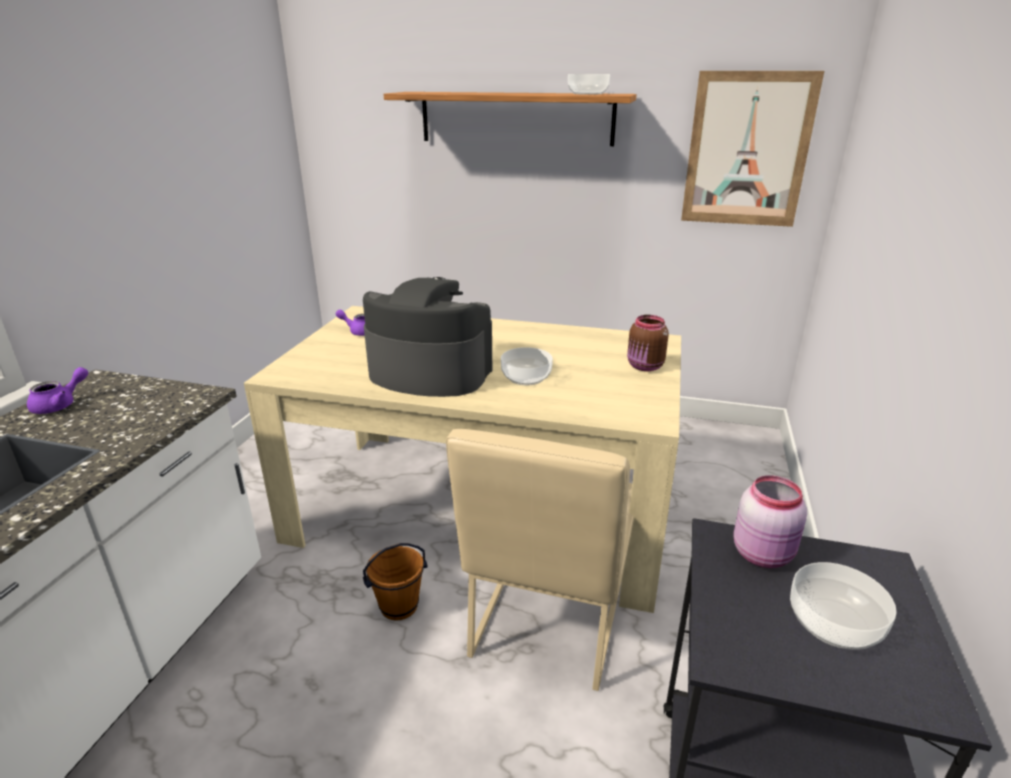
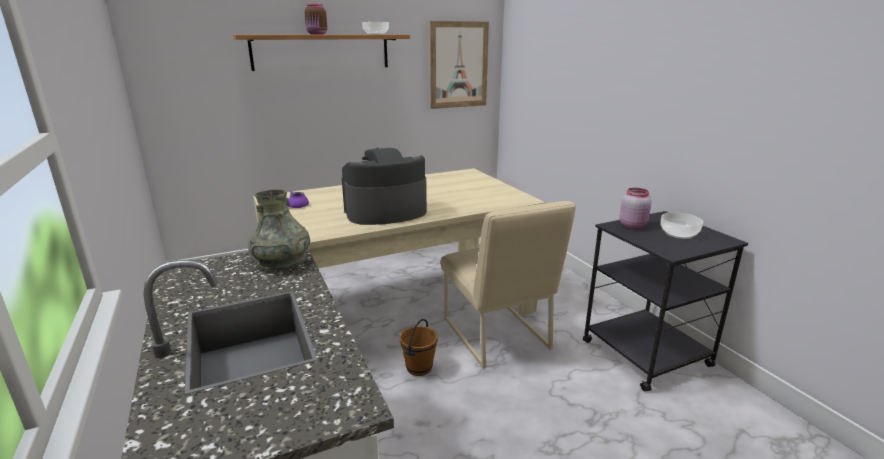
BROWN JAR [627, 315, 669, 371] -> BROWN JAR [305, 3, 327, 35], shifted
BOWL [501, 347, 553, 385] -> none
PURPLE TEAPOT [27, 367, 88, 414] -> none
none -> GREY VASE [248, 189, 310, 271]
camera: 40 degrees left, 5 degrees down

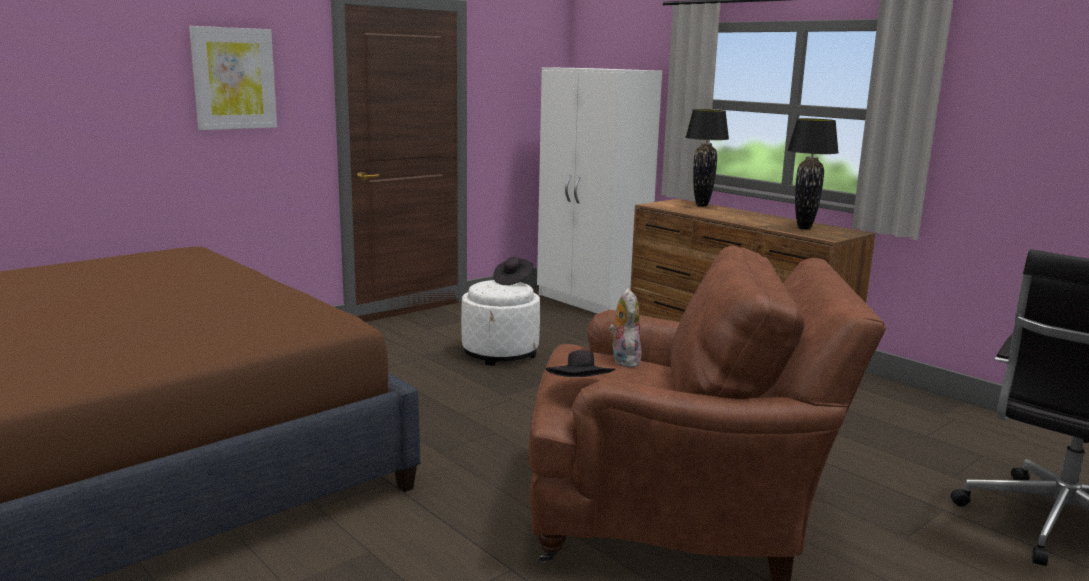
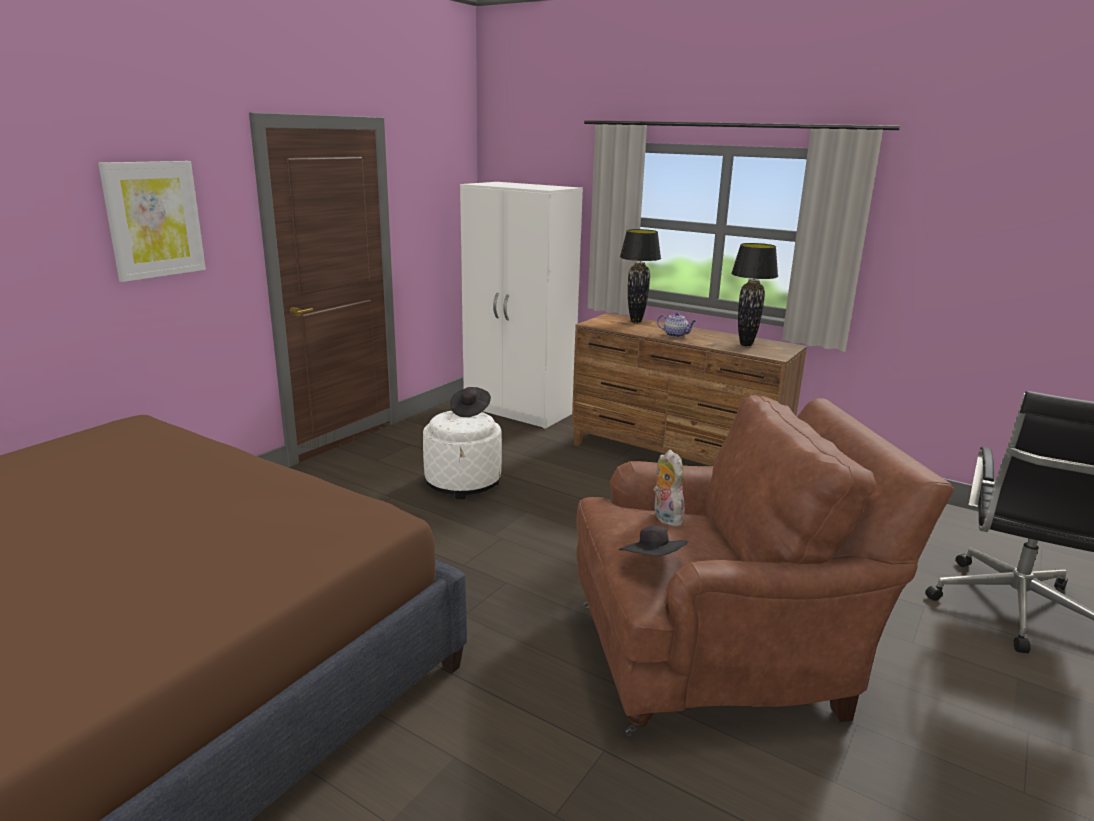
none -> TEAPOT [657, 312, 696, 337]
camera: 15 degrees left, 5 degrees up

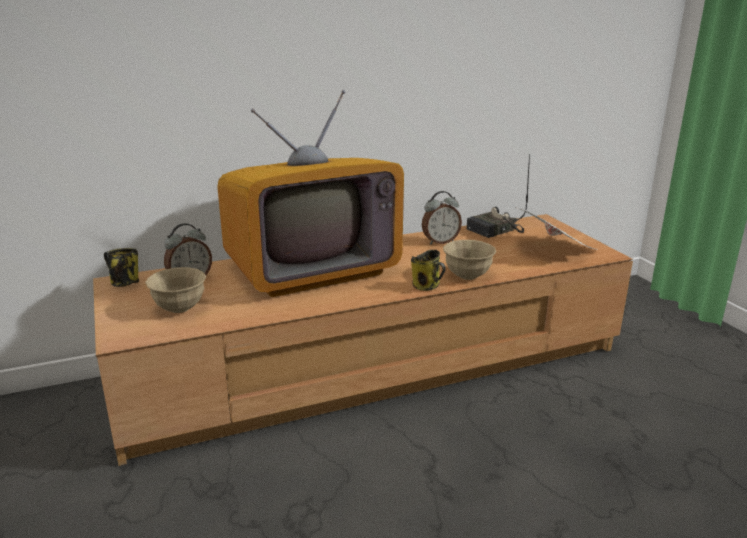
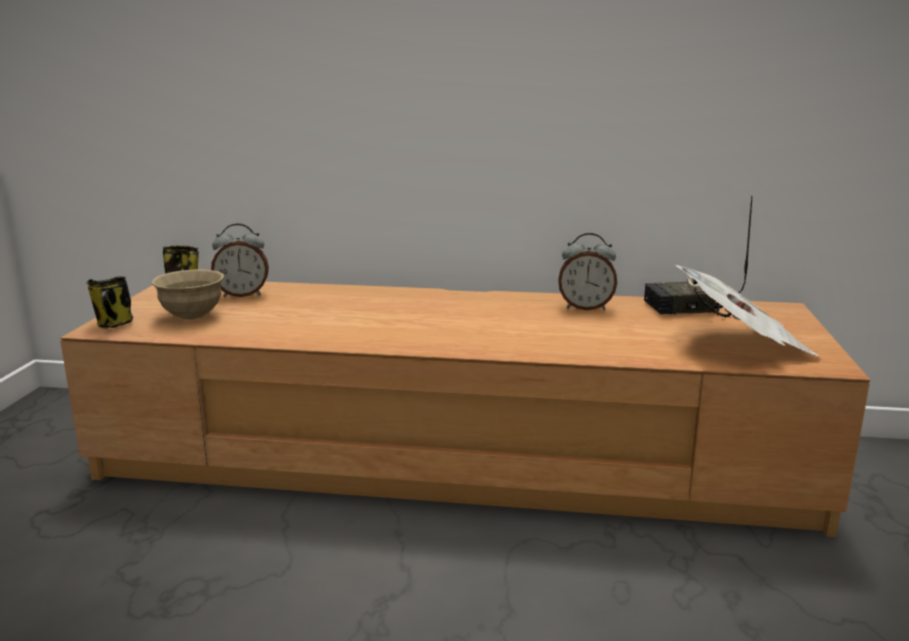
TELEVISION [217, 90, 404, 297] -> none
BEIGE BOWL [443, 240, 496, 280] -> none
MUG [411, 250, 446, 291] -> MUG [86, 276, 133, 328], shifted
camera: 30 degrees right, 5 degrees down

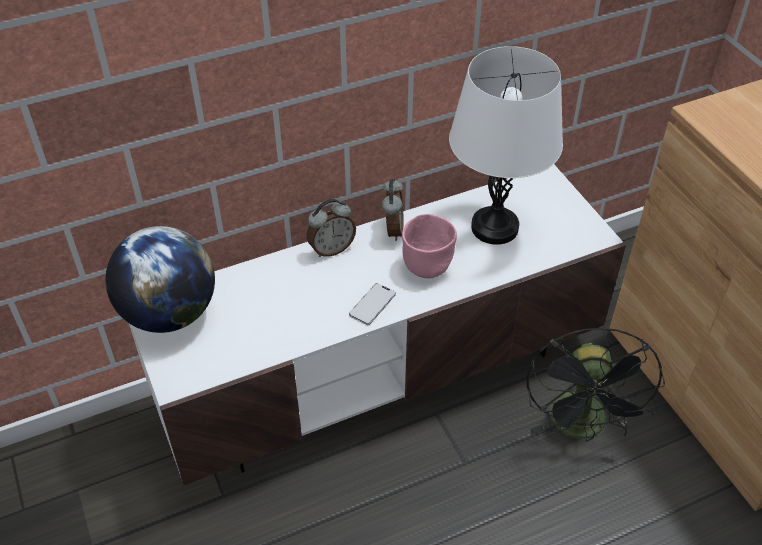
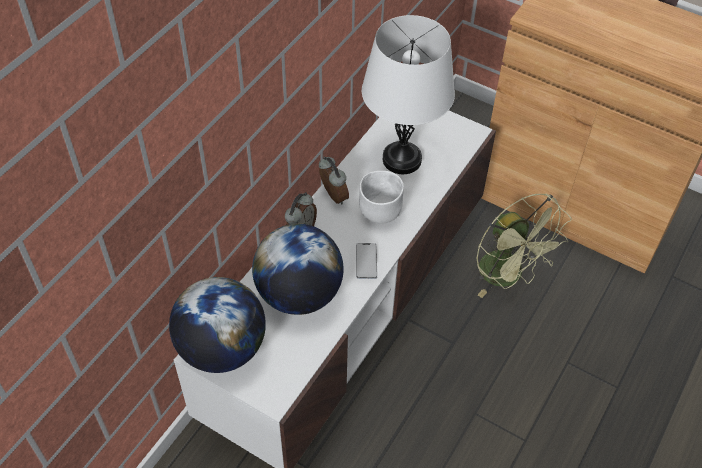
PINK BOWL [402, 214, 457, 278] -> WHITE BOWL [359, 171, 404, 224]
BLACK FAN [526, 327, 665, 442] -> GREEN FAN [477, 193, 572, 298]
none -> GLOBE [252, 224, 344, 315]
camera: 35 degrees left, 5 degrees up

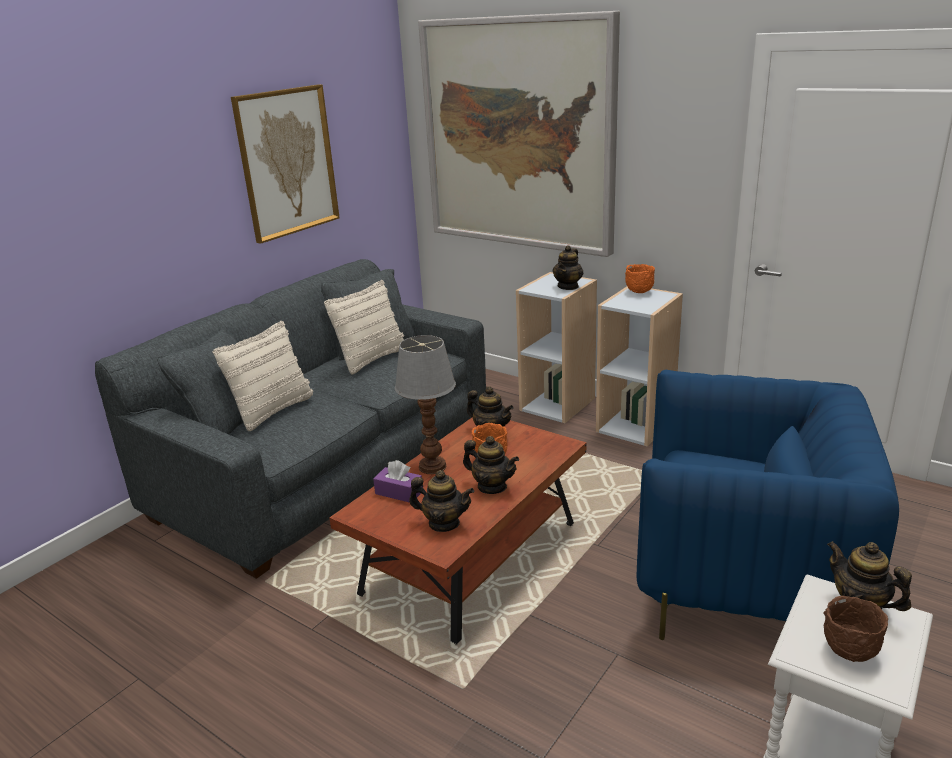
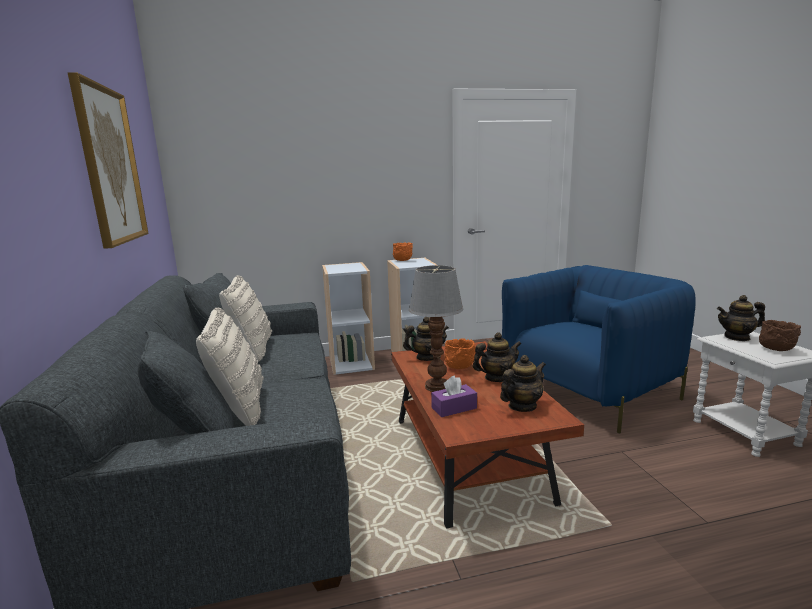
PICTURE [418, 11, 620, 257] -> none
TEAPOT [553, 245, 584, 290] -> none
camera: 50 degrees left, 10 degrees down

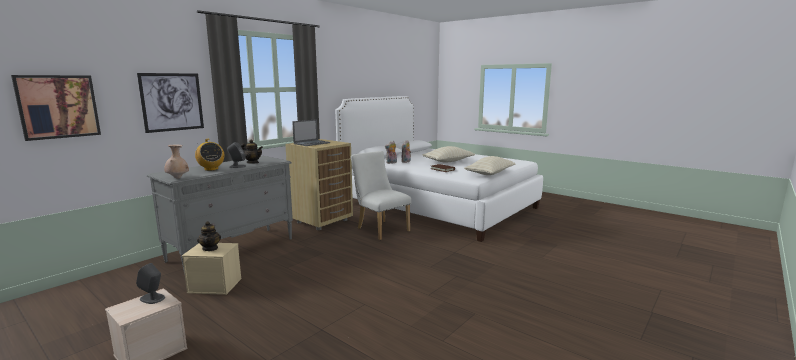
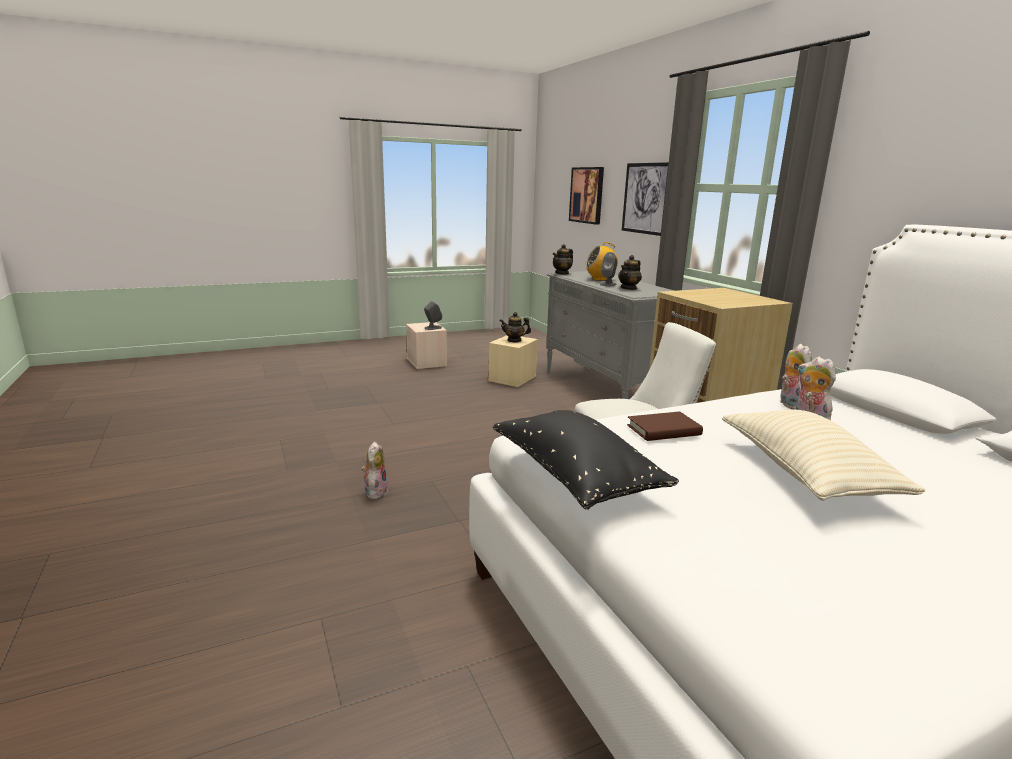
LAPTOP [292, 119, 330, 146] -> none
BEIGE VASE [164, 144, 189, 179] -> TEAPOT [553, 244, 573, 275]
BEIGE PILLOW [464, 156, 516, 175] -> BLACK PILLOW [493, 410, 679, 510]
none -> PLUSH TOY [362, 442, 388, 499]
camera: 115 degrees right, 5 degrees up

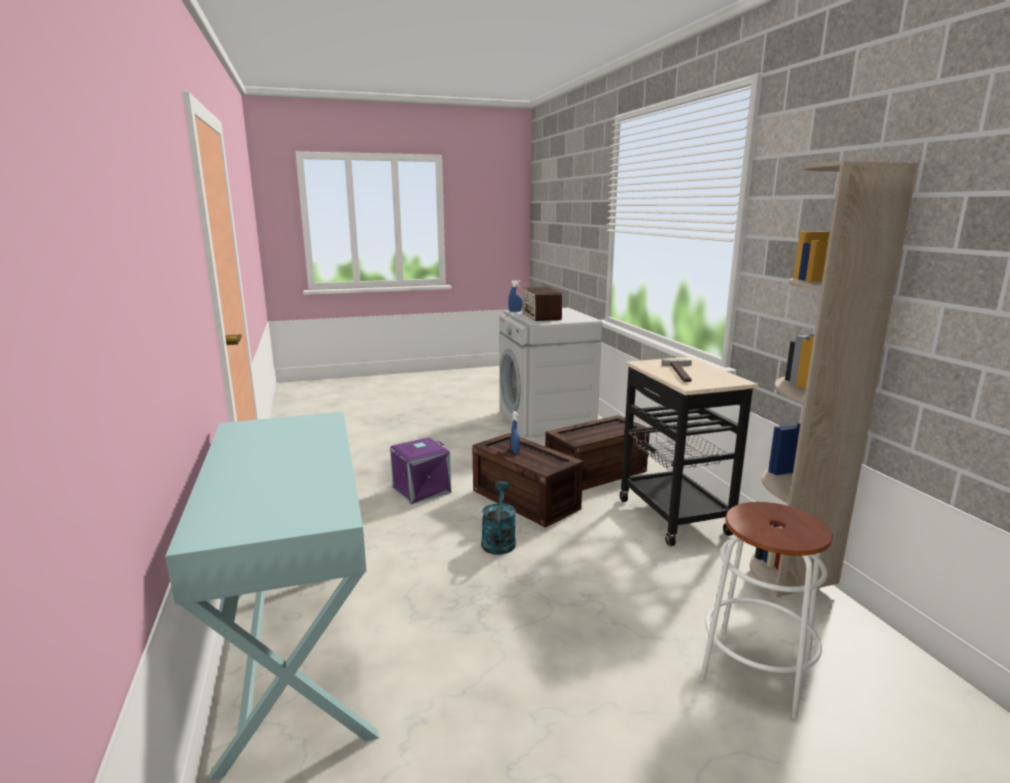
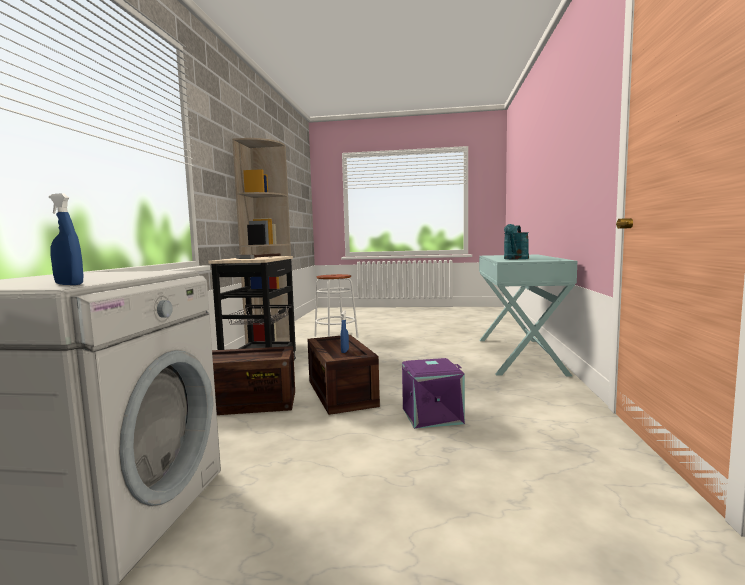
RADIO [522, 287, 562, 321] -> none
TURQUOISE WATERING CAN [481, 481, 516, 555] -> TURQUOISE WATERING CAN [504, 224, 529, 259], shifted
camera: 155 degrees left, 10 degrees down

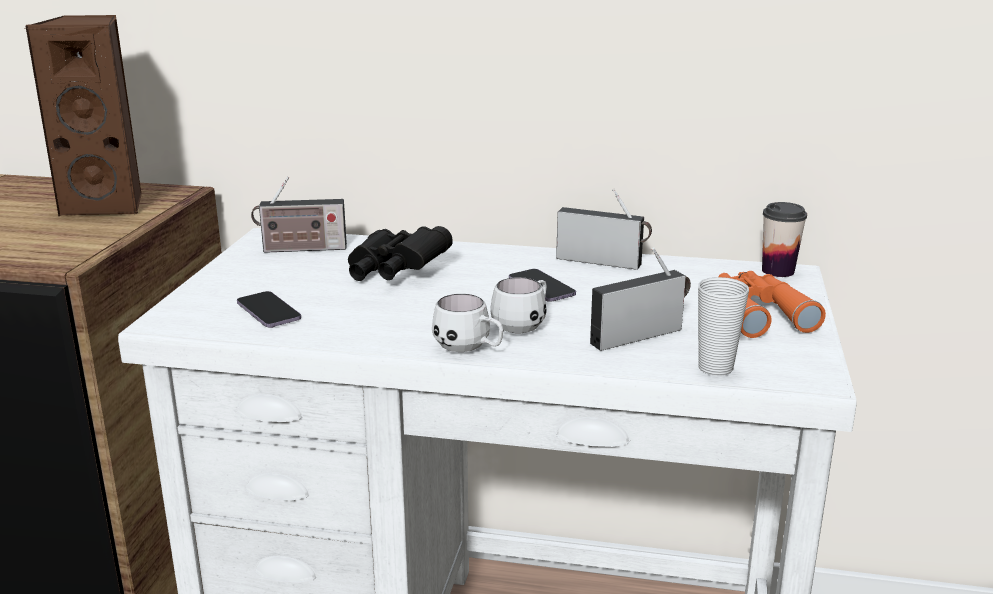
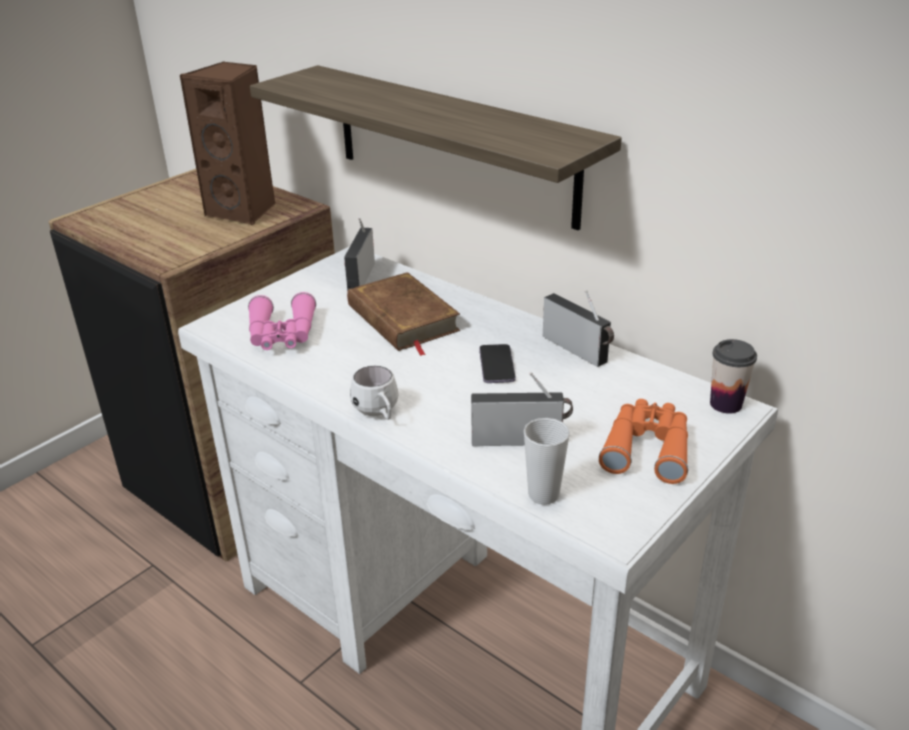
RADIO [251, 176, 347, 253] -> RADIO [344, 217, 375, 292], 75 degrees clockwise
BLACK BINOCULARS [348, 226, 453, 281] -> BROWN BOOK [347, 272, 460, 356]
WHITE MUG [490, 277, 547, 333] -> none
PHONE [237, 291, 301, 328] -> PINK BINOCULARS [248, 292, 316, 350]
none -> SHELF [250, 65, 622, 231]
camera: 30 degrees right, 10 degrees up

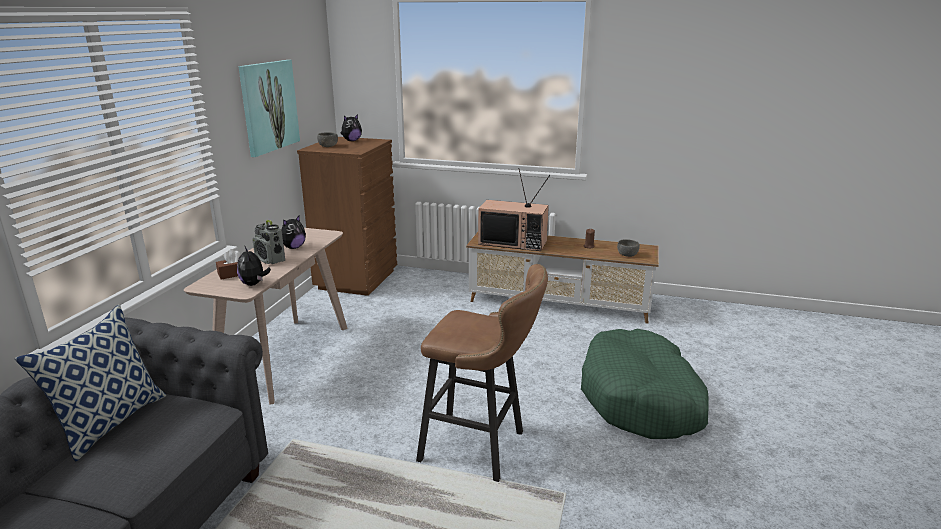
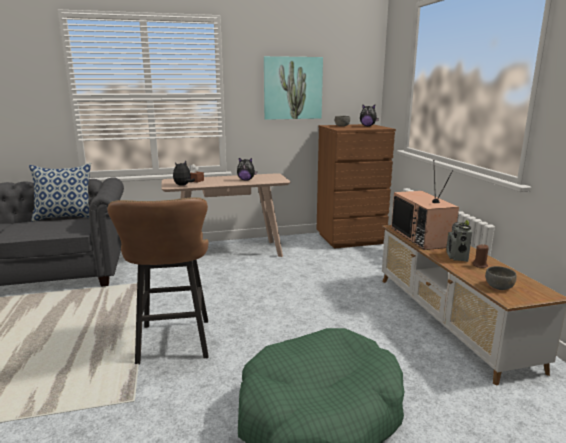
RADIO [252, 220, 285, 264] -> RADIO [446, 220, 472, 262], shifted
camera: 60 degrees right, 5 degrees down

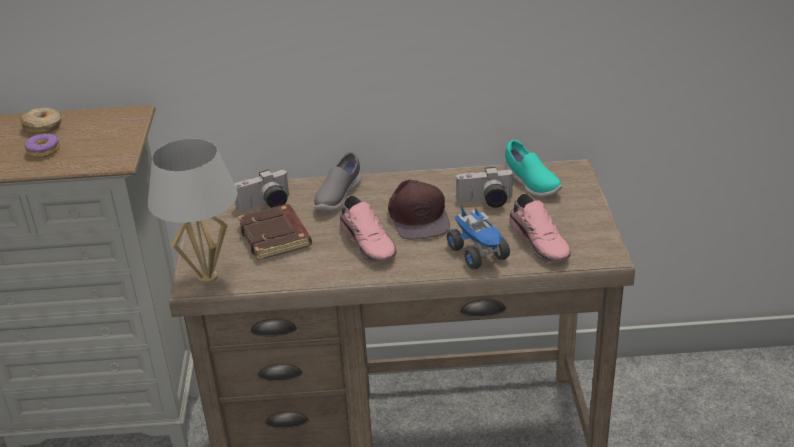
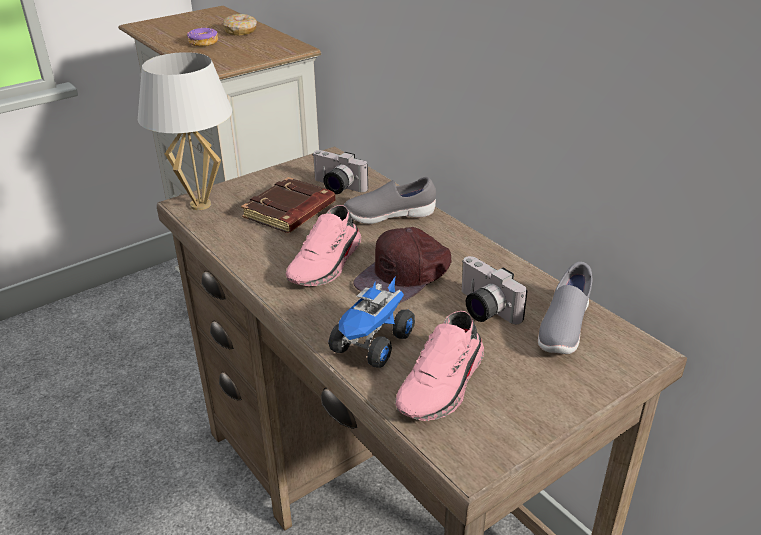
TURQUOISE SHOE [505, 140, 562, 197] -> GREY SHOE [538, 262, 592, 354]
camera: 55 degrees right, 0 degrees up

